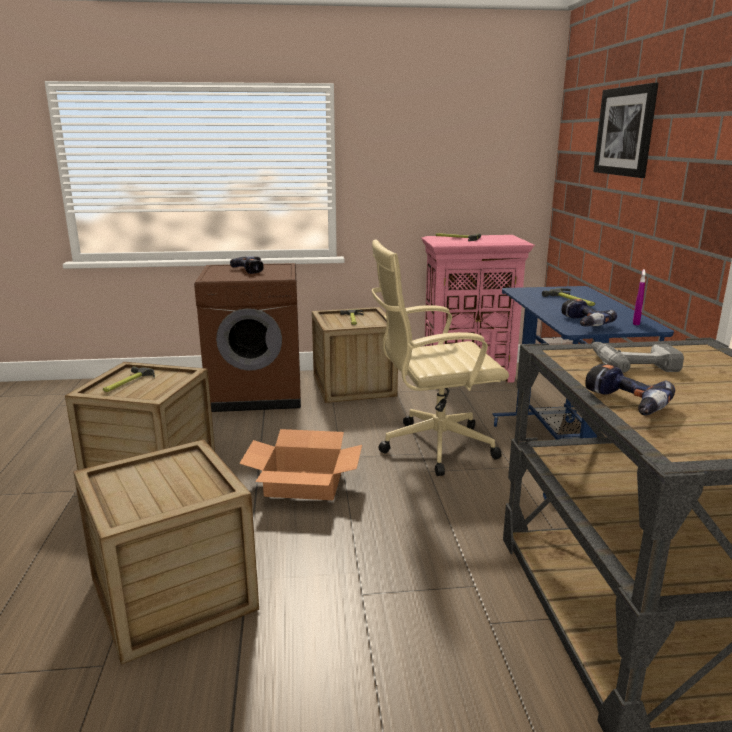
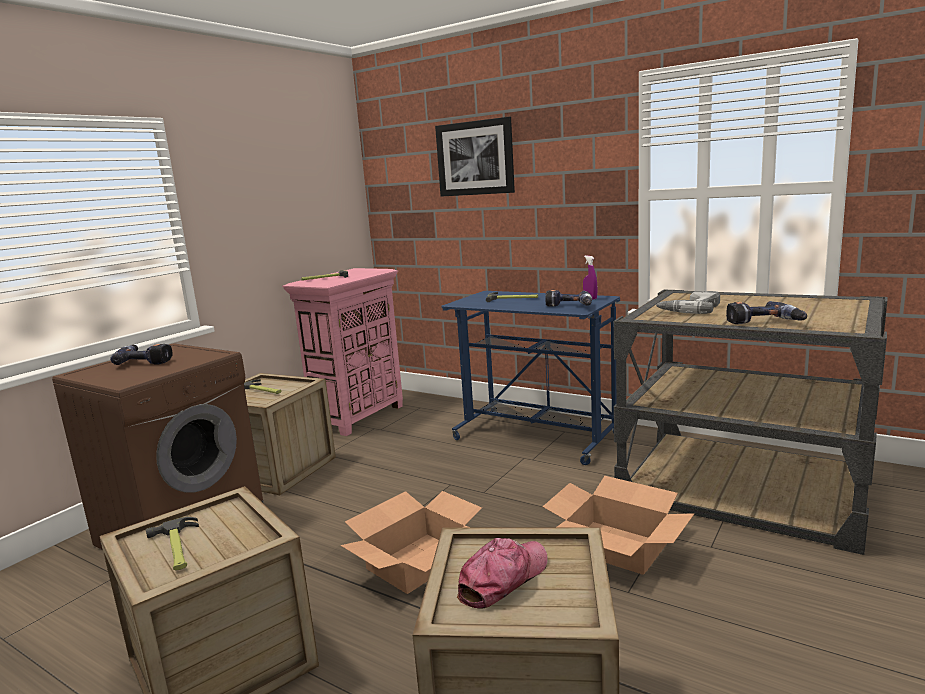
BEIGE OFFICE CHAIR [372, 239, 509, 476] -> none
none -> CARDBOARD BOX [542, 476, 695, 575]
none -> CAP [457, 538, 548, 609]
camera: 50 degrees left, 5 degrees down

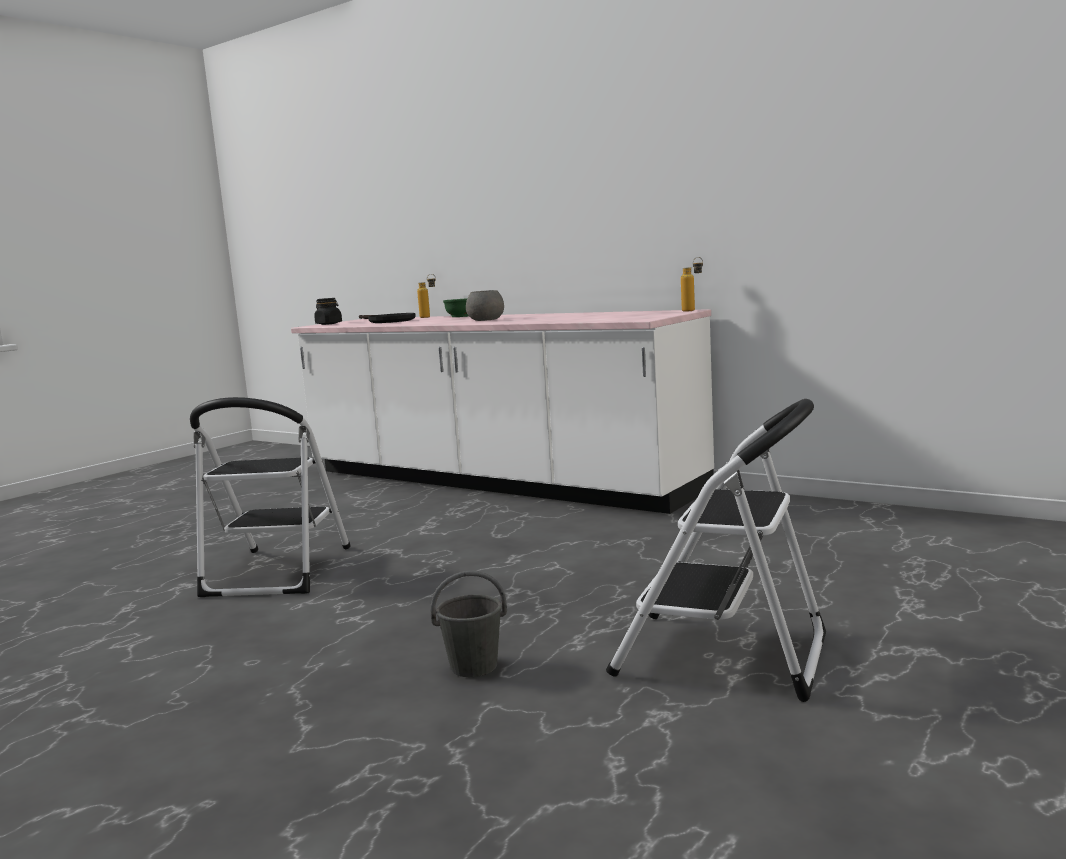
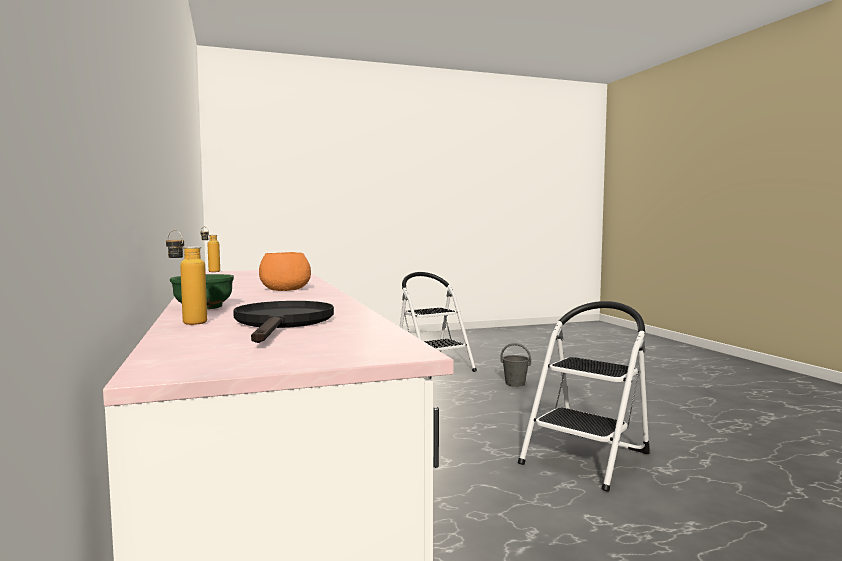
GREY BOWL [466, 290, 504, 321] -> ORANGE BOWL [259, 252, 311, 291]
BLACK JAR [314, 298, 342, 325] -> none
camera: 145 degrees left, 5 degrees down

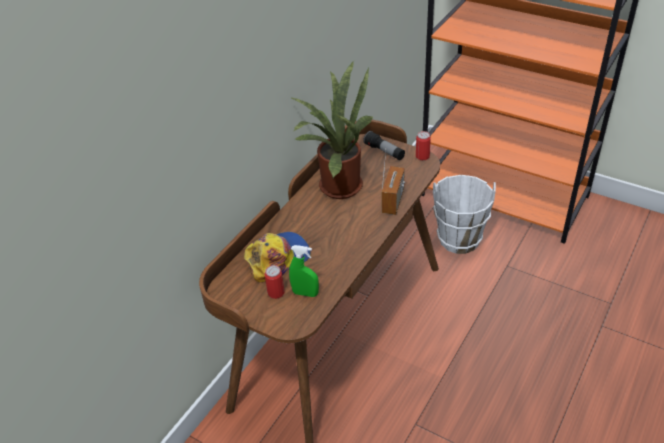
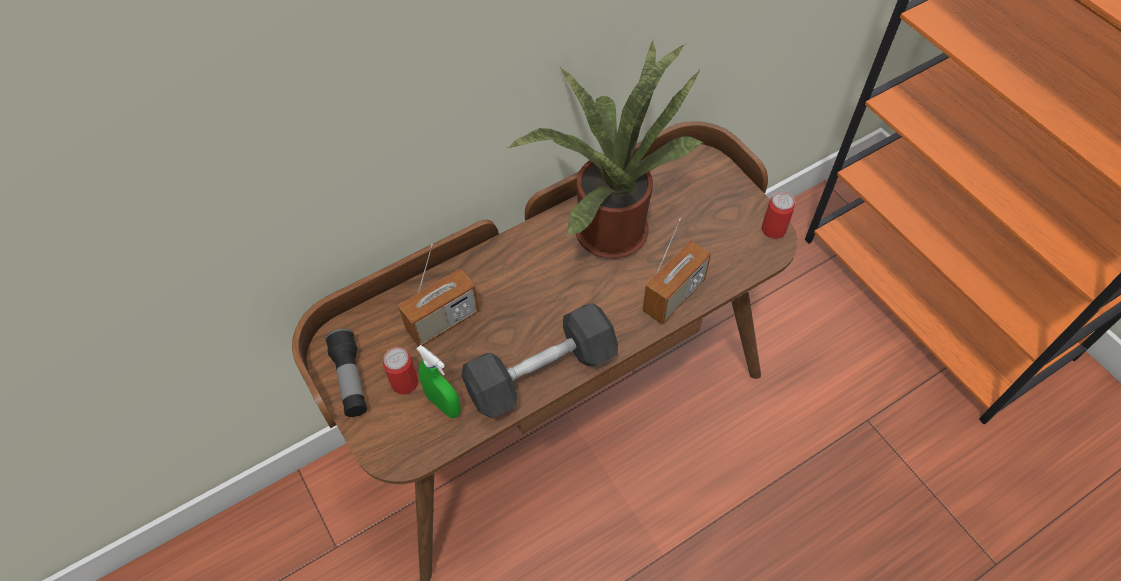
FLASHLIGHT [363, 131, 405, 160] -> FLASHLIGHT [325, 328, 367, 417], shifted
WHITE BUCKET [433, 175, 496, 254] -> none
CAP [244, 232, 311, 282] -> RADIO [398, 244, 479, 347]
none -> GREY DUMBBELL [462, 303, 618, 418]
camera: 25 degrees right, 15 degrees up

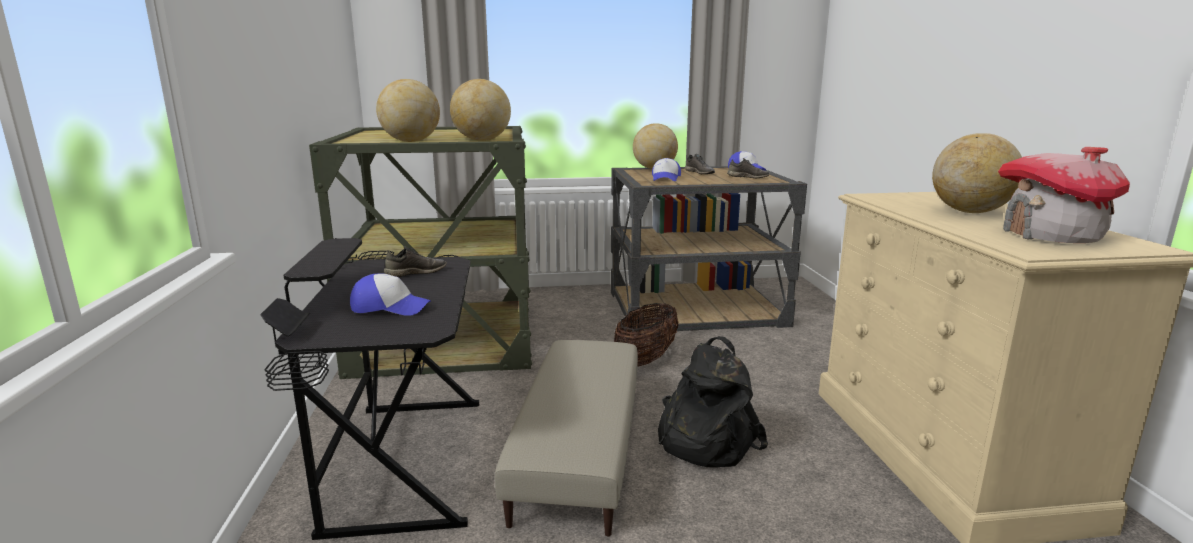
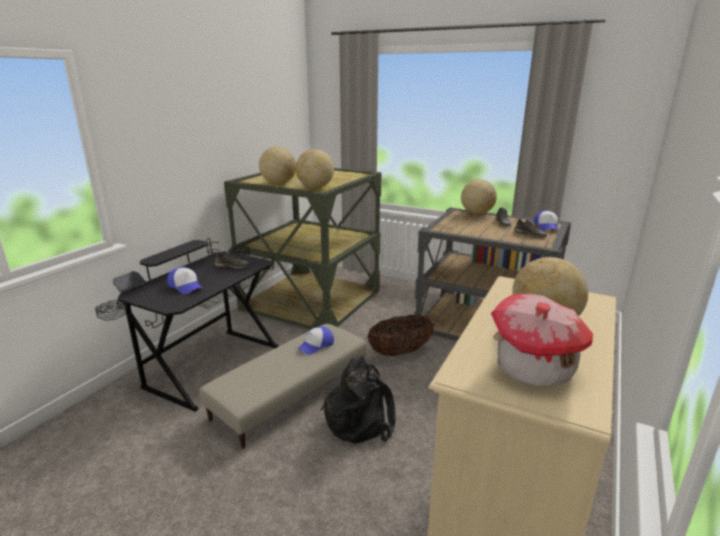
CAP [652, 158, 681, 181] -> CAP [297, 326, 334, 355], shifted
camera: 35 degrees right, 5 degrees up

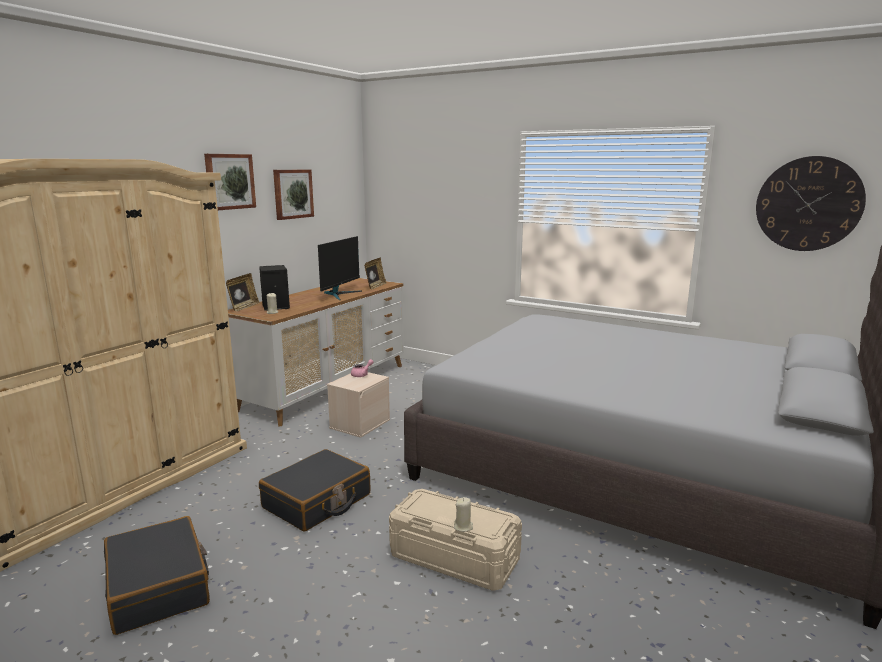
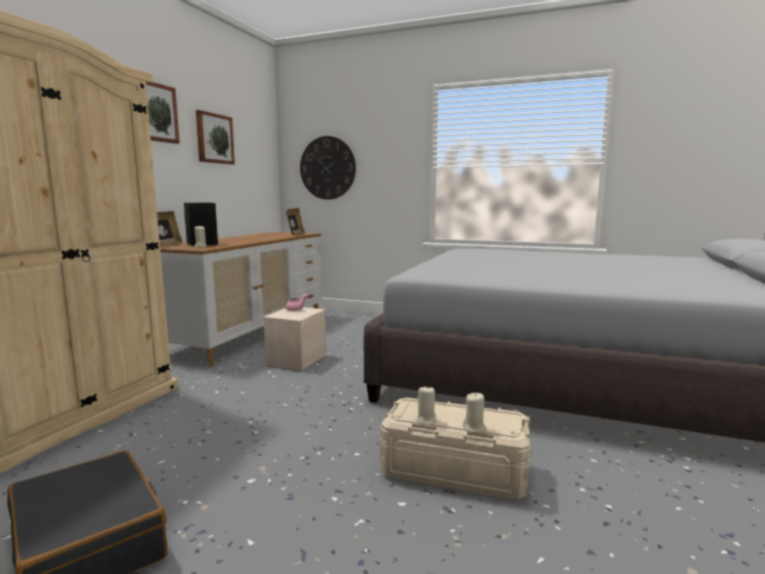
WALL CLOCK [756, 156, 866, 251] -> WALL CLOCK [300, 136, 356, 200], shifted
MONITOR [318, 236, 362, 300] -> none
BLACK SUITCASE [259, 449, 370, 532] -> none
none -> BEIGE CANDLE [416, 386, 437, 426]
camera: 10 degrees left, 5 degrees down

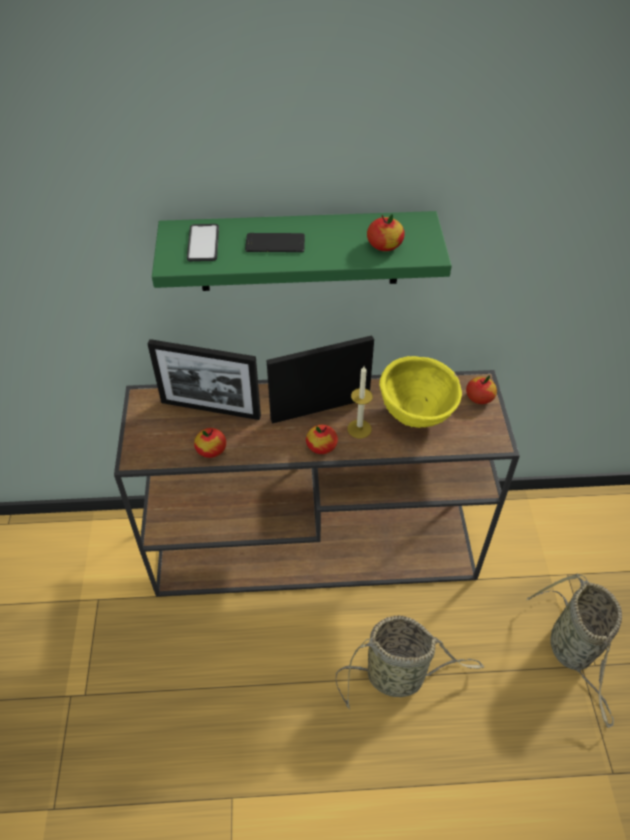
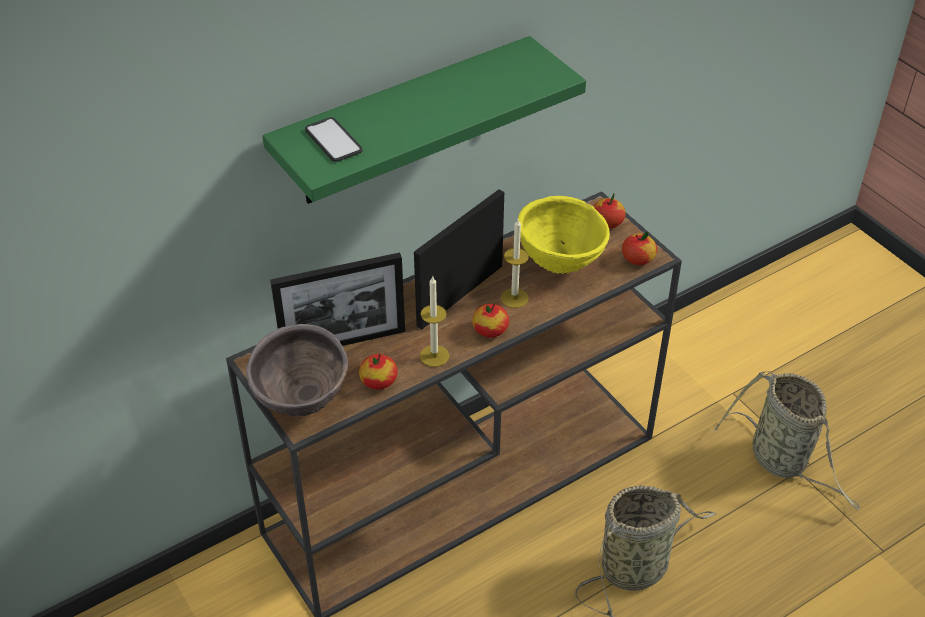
APPLE [367, 214, 405, 251] -> APPLE [622, 232, 657, 265], shifted
PHONE [245, 233, 305, 252] -> none
none -> CANDLE [420, 276, 449, 367]
none -> BROWN BOWL [246, 324, 348, 417]
camera: 30 degrees left, 5 degrees down

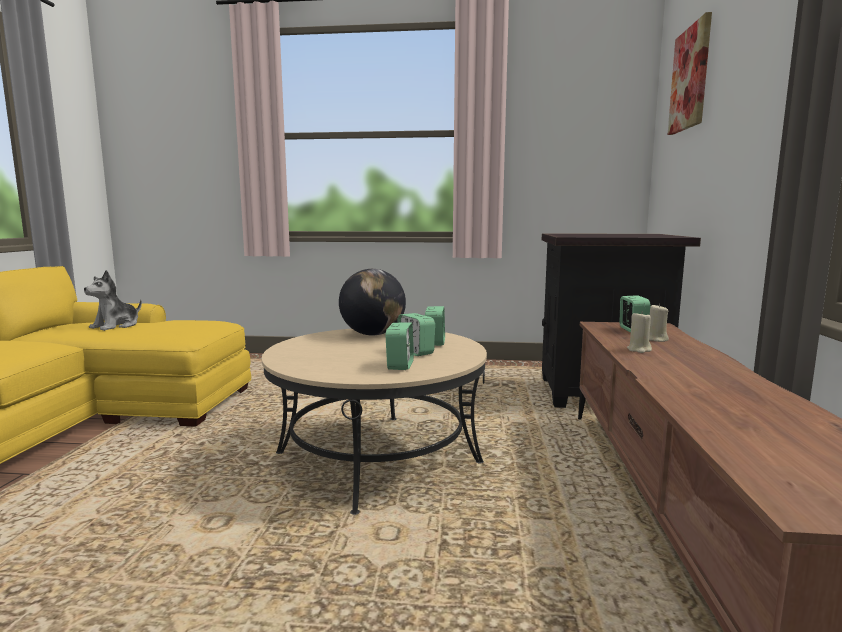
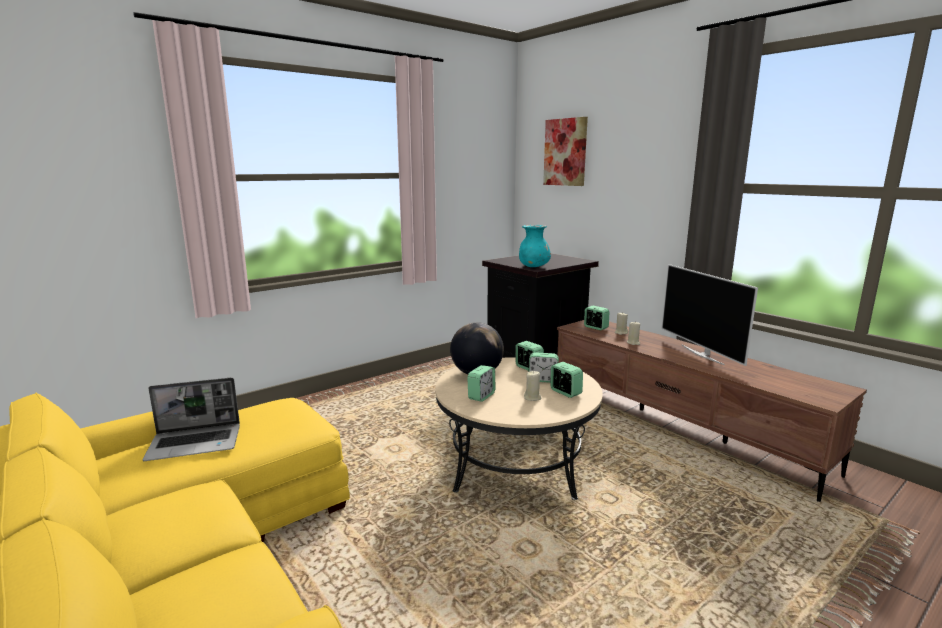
PLUSH TOY [84, 270, 142, 331] -> LAPTOP [142, 378, 240, 461]
none -> TURQUOISE VASE [519, 225, 551, 267]
none -> TELEVISION [661, 264, 758, 366]
none -> ALARM CLOCK [467, 365, 496, 402]
none -> BEIGE CANDLE [524, 371, 542, 401]
camera: 45 degrees left, 5 degrees up

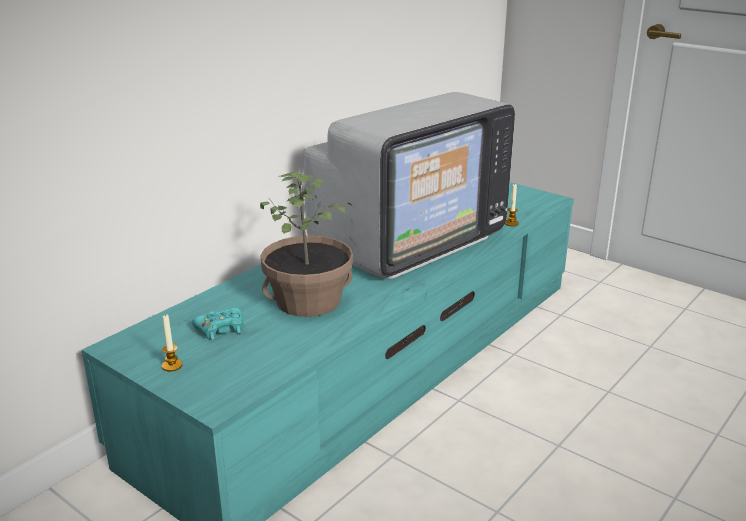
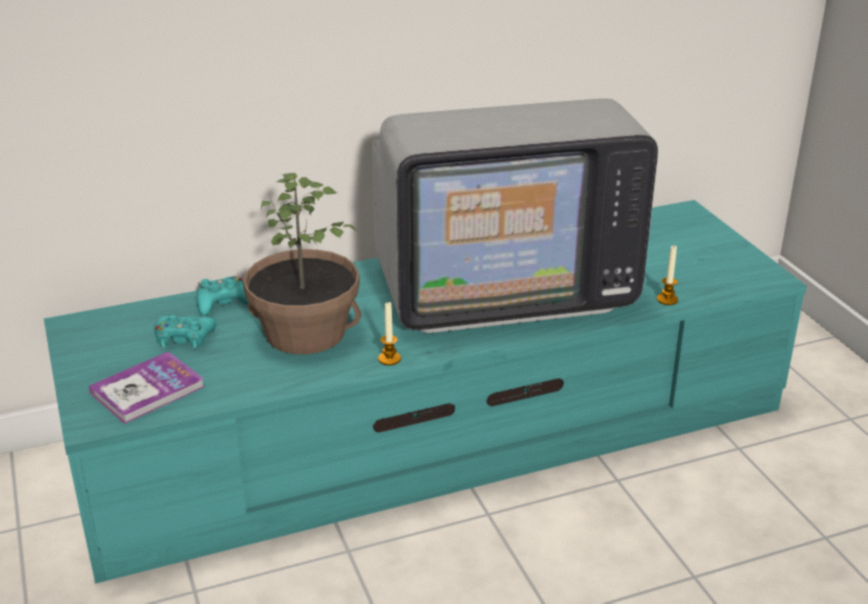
CANDLE [162, 315, 182, 372] -> CANDLE [378, 302, 401, 365], shifted
none -> TURQUOISE GAME CONTROLLER [197, 276, 248, 316]
none -> BOOK [89, 351, 205, 424]
camera: 30 degrees right, 5 degrees up

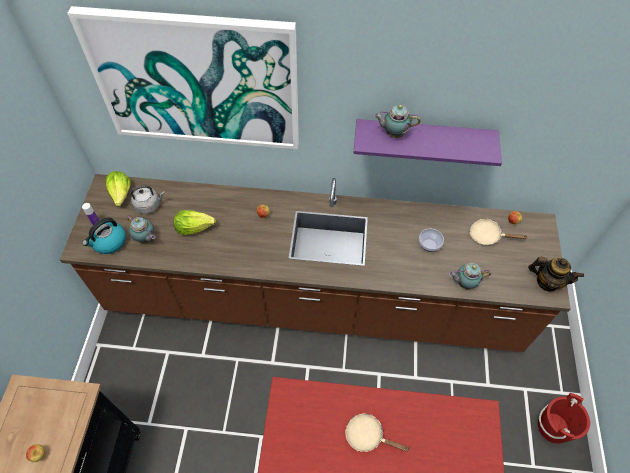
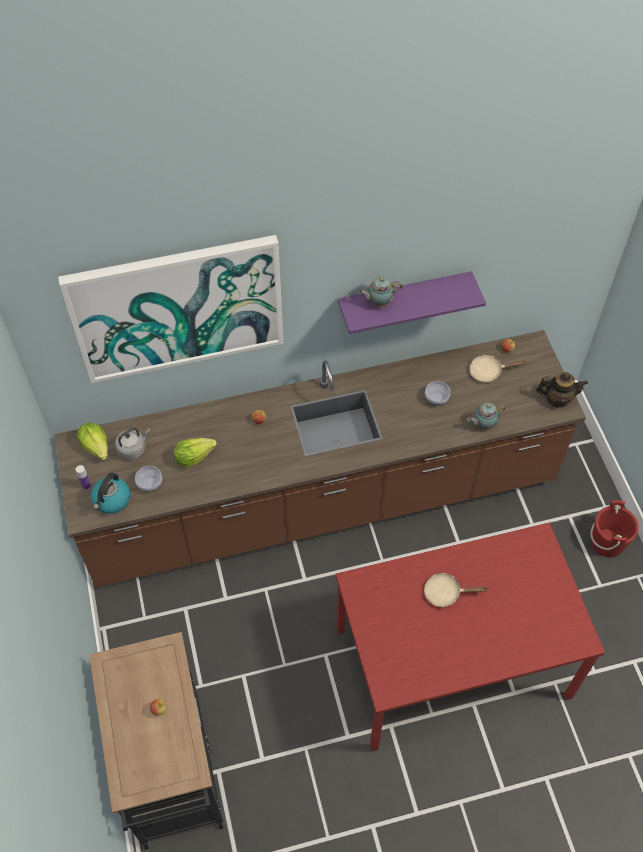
TEAPOT [128, 216, 155, 243] -> BOWL [135, 466, 162, 491]
camera: 20 degrees left, 0 degrees up

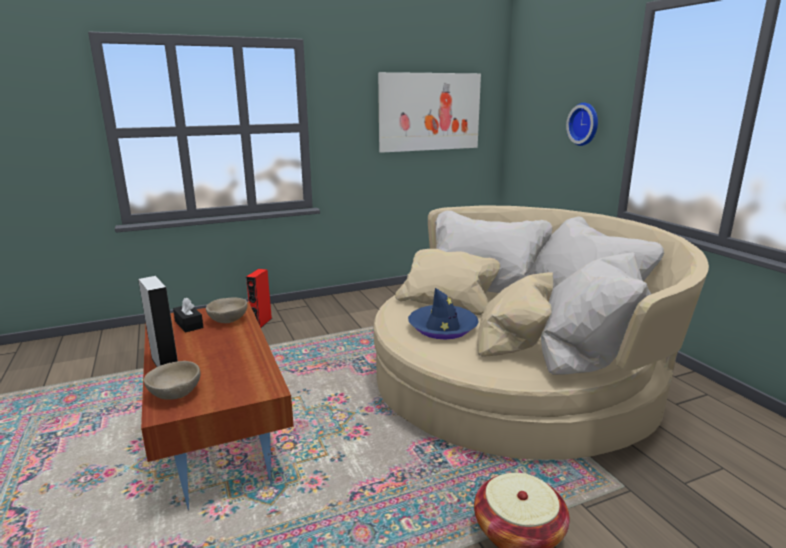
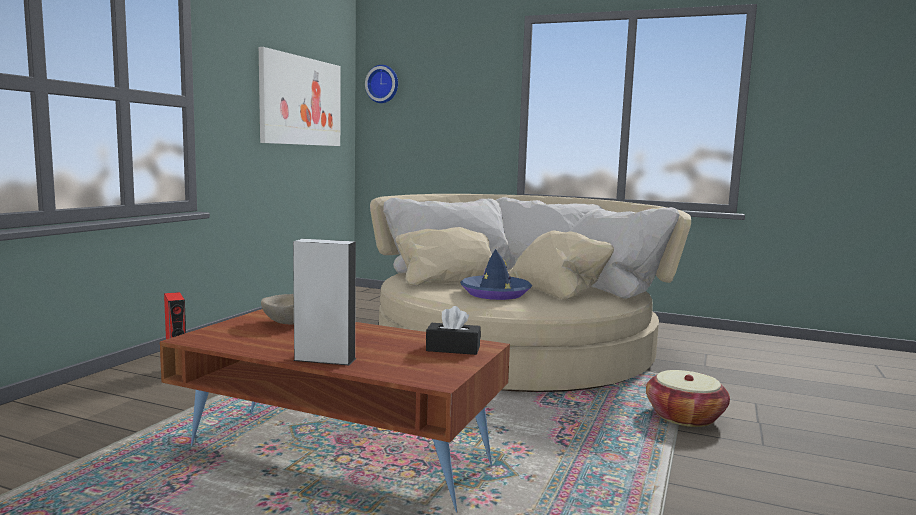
WALL CLOCK [566, 103, 598, 146] -> WALL CLOCK [365, 65, 398, 103], shifted
BLACK TISSUE BOX [173, 297, 204, 333] -> BLACK TISSUE BOX [426, 306, 481, 355], shifted
BEIGE BOWL [144, 361, 201, 400] -> none
camera: 45 degrees left, 10 degrees down

